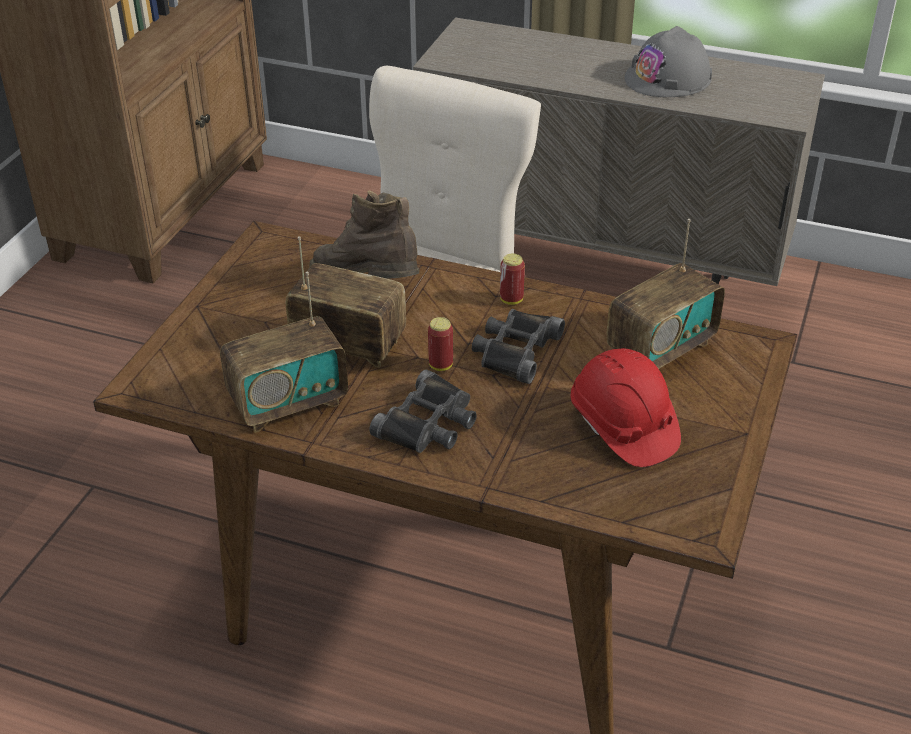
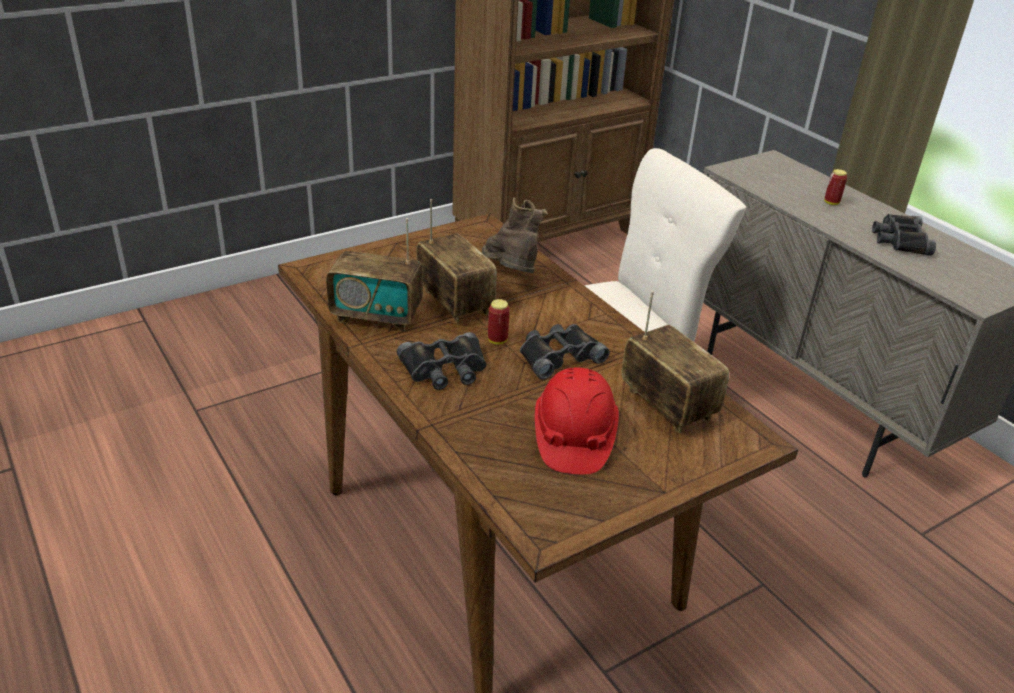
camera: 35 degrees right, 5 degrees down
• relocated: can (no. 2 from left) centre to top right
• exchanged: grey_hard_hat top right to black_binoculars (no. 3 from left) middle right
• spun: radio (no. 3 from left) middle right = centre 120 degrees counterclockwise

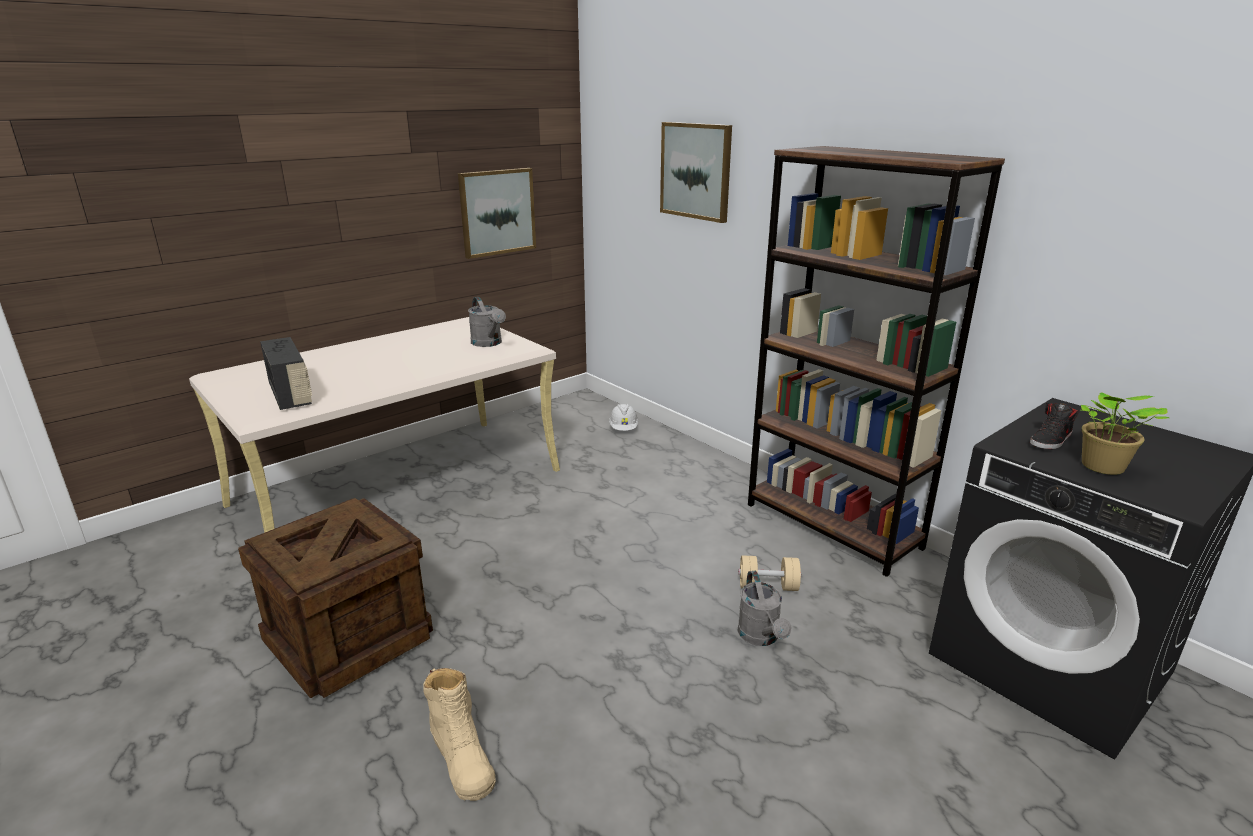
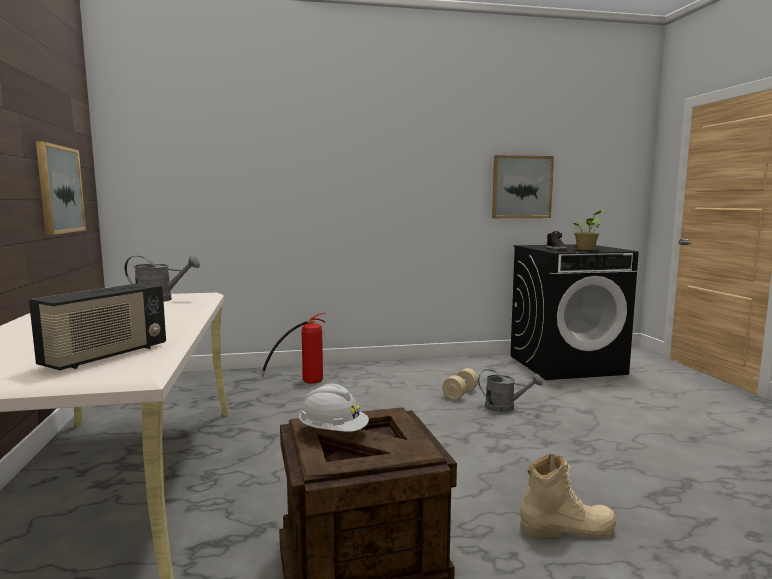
camera: 60 degrees left, 15 degrees down
• missing: brown_bookcase middle right
• appeared: fire_extinguisher centre
• relocated: white_hard_hat centre to bottom centre
• relocated: picture (no. 2 from left) top centre to top right
• spun: radio middle left = middle left 120 degrees clockwise

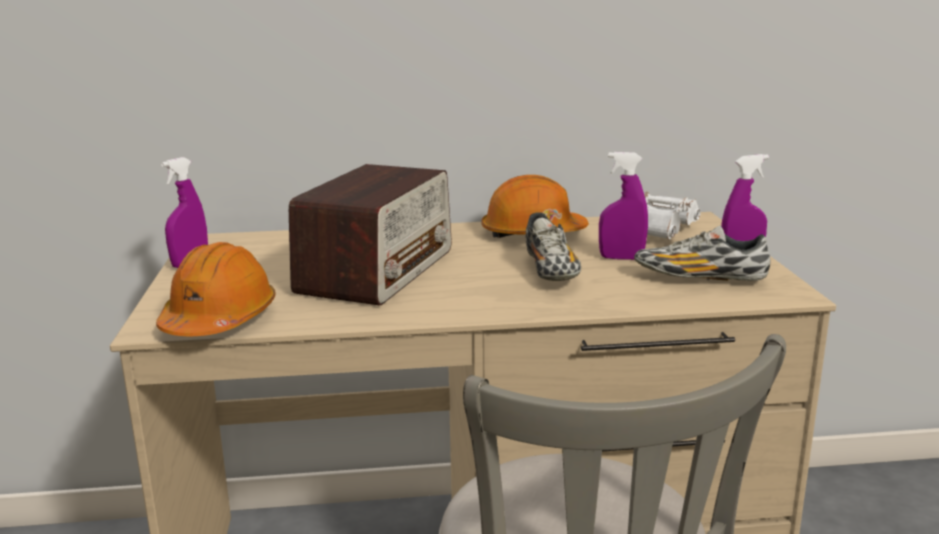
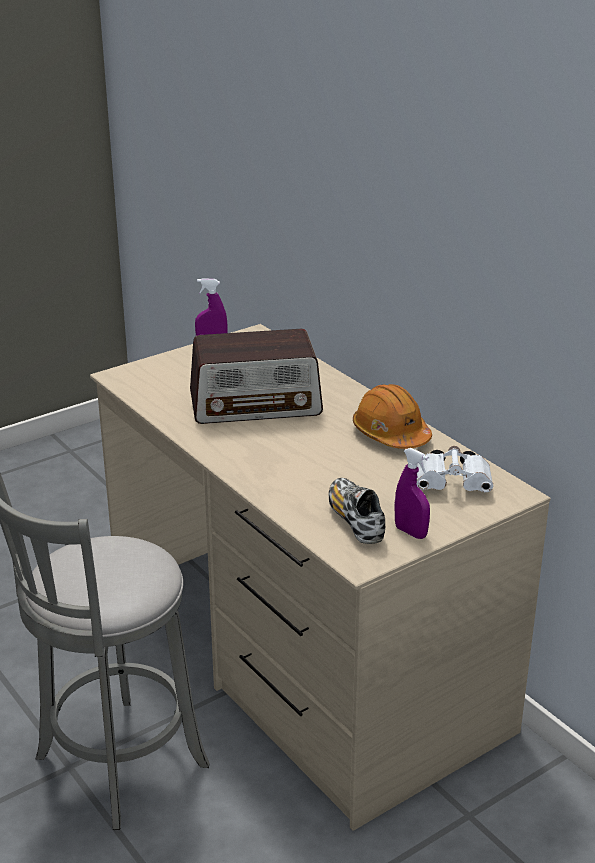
camera: 60 degrees right, 10 degrees up
• missing: orange_hard_hat (no. 1 from left) middle left
• missing: shoe (no. 1 from left) centre
• missing: purple_spray_bottle (no. 2 from left) centre

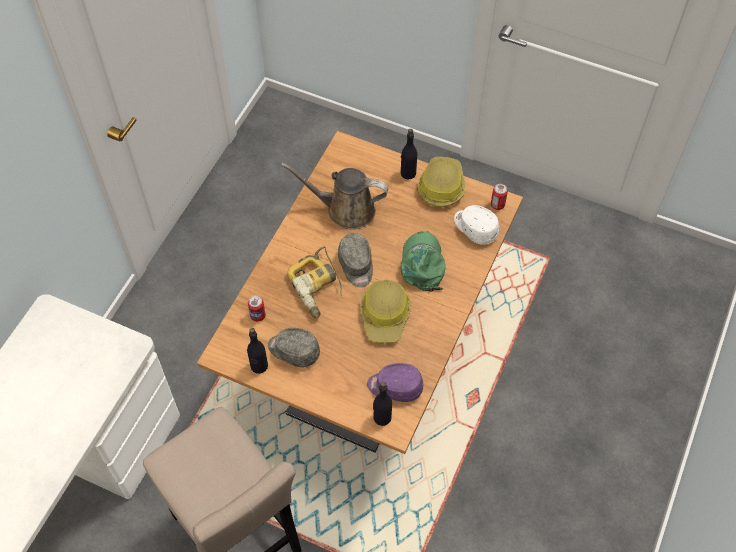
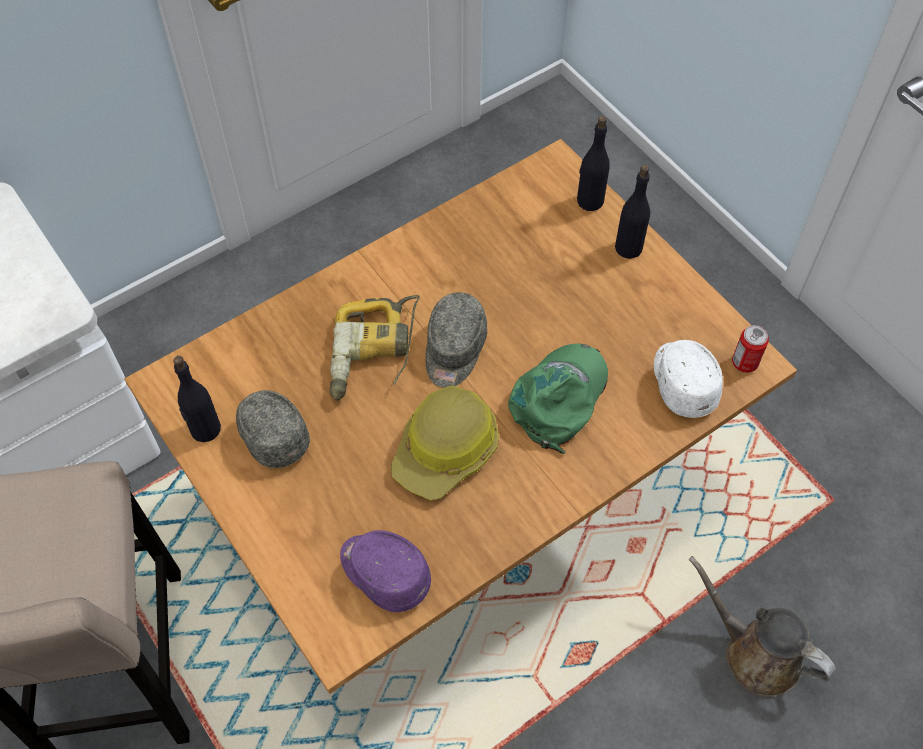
camera: 30 degrees right, 0 degrees up
• missing: can (no. 1 from left) centre
• missing: hard_hat (no. 2 from left) top centre
• relocated: brown_watering_can centre to bottom right
• relocated: black_bottle (no. 2 from left) bottom centre to top centre

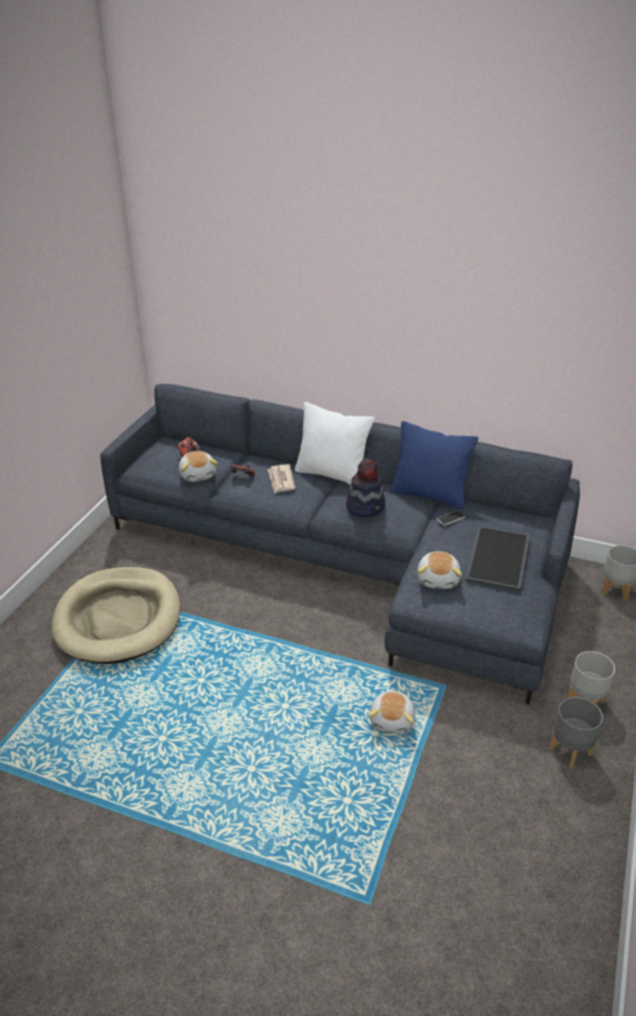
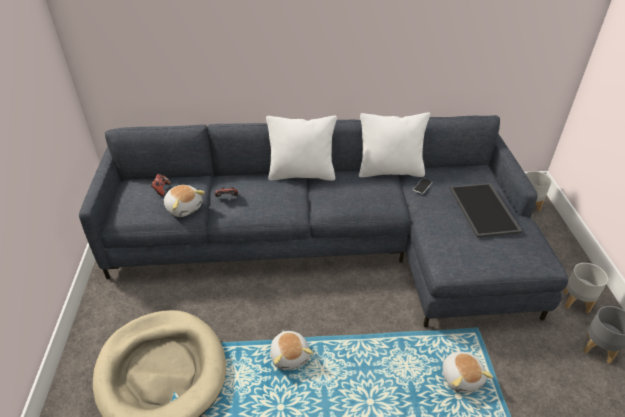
camera: 25 degrees left, 5 degrees up
• missing: newspaper centre
• missing: hat centre
• relocated: plush_toy (no. 3 from left in the first image) middle right to plush_toy (no. 2 from left) bottom centre
• colour: blue_pillow middle right to white_pillow (no. 2 from left) centre

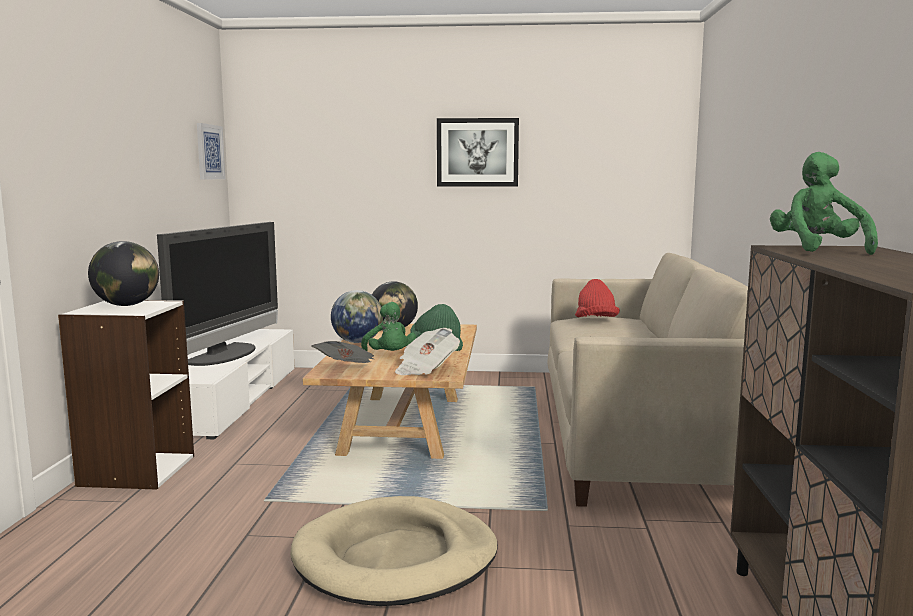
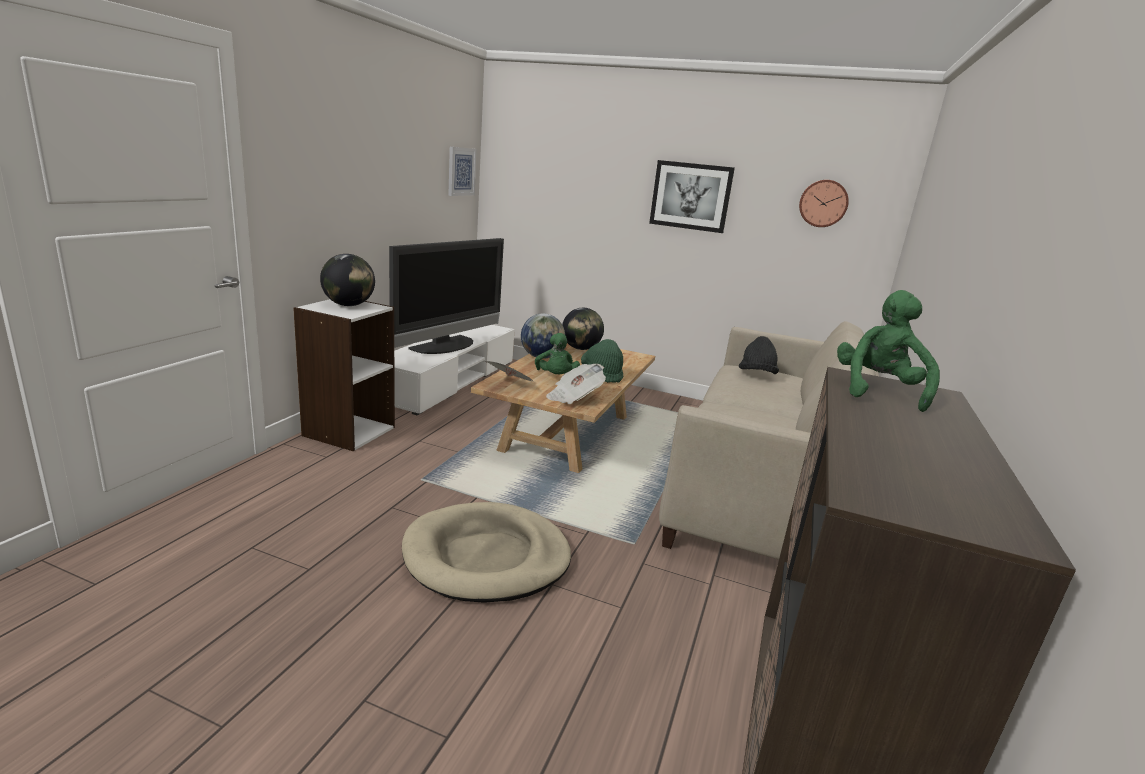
camera: 15 degrees right, 10 degrees up
• appeared: wall_clock top right
• colour: red_hat centre to black_hat centre

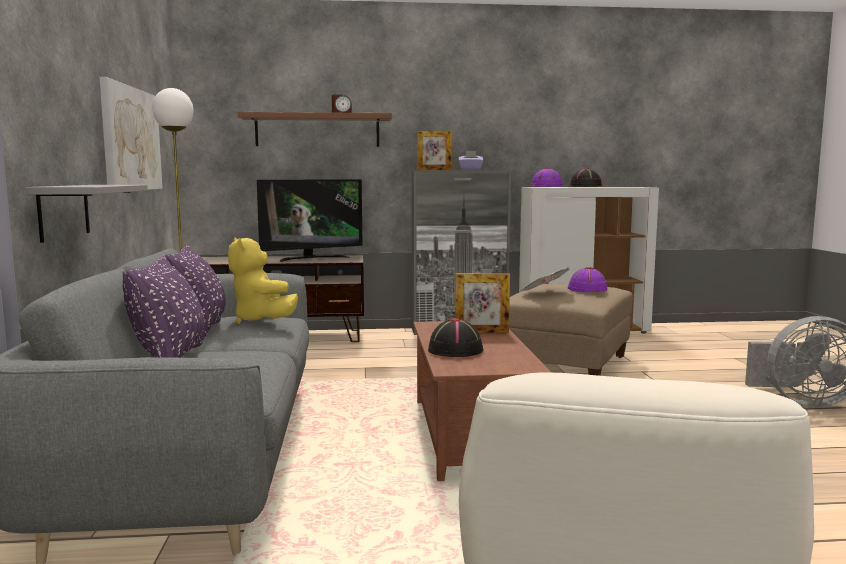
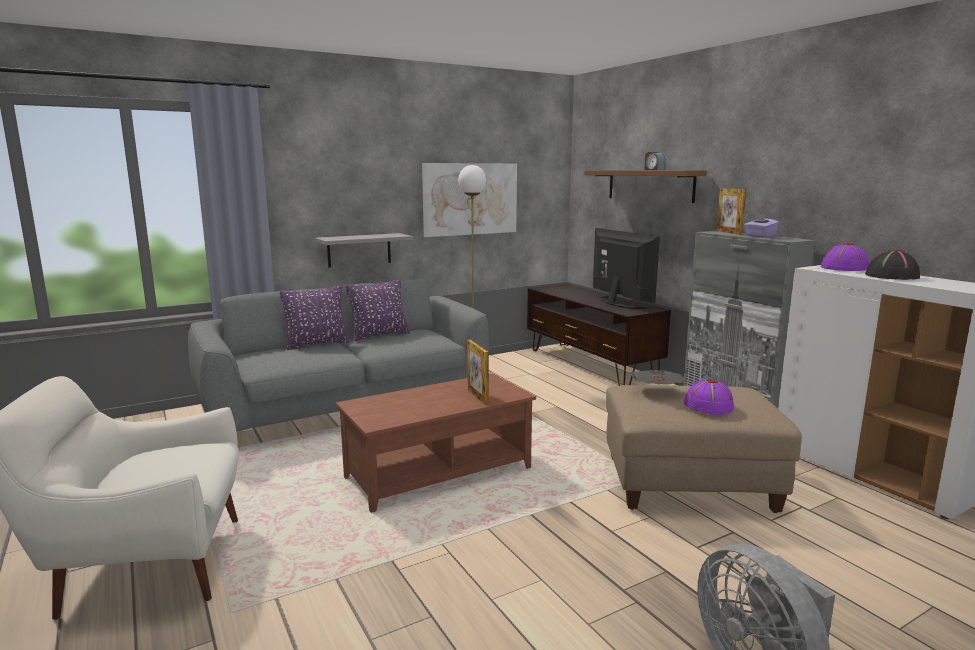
camera: 65 degrees right, 5 degrees up
• missing: yellow_plush_toy middle left
• missing: black_hat (no. 1 from left) centre
• spun: television centre = centre 150 degrees counterclockwise

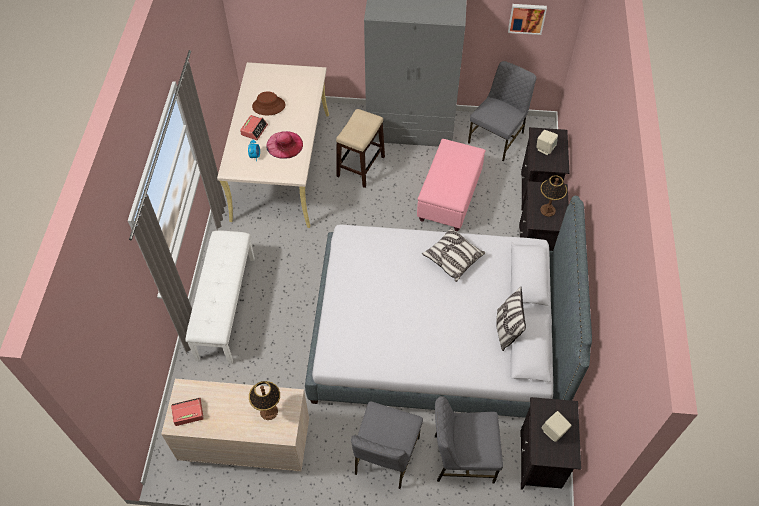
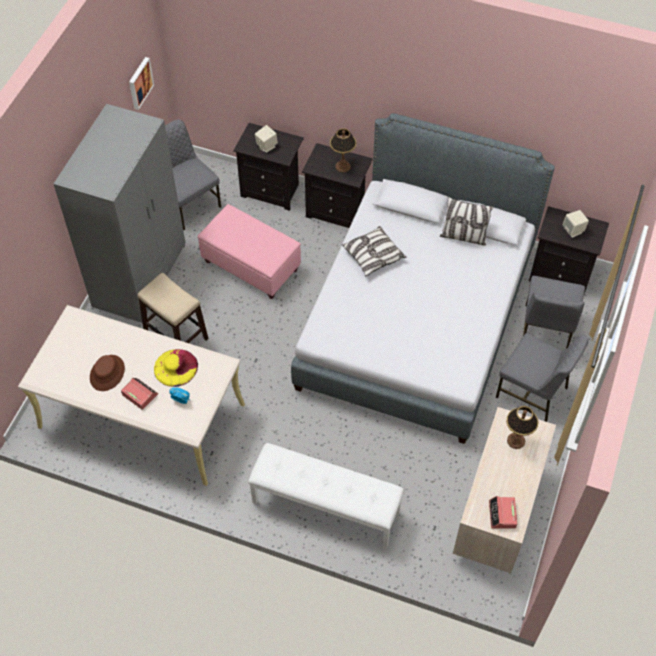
camera: 75 degrees left, 0 degrees up
• colour: pink_hat top centre to yellow_hat middle left

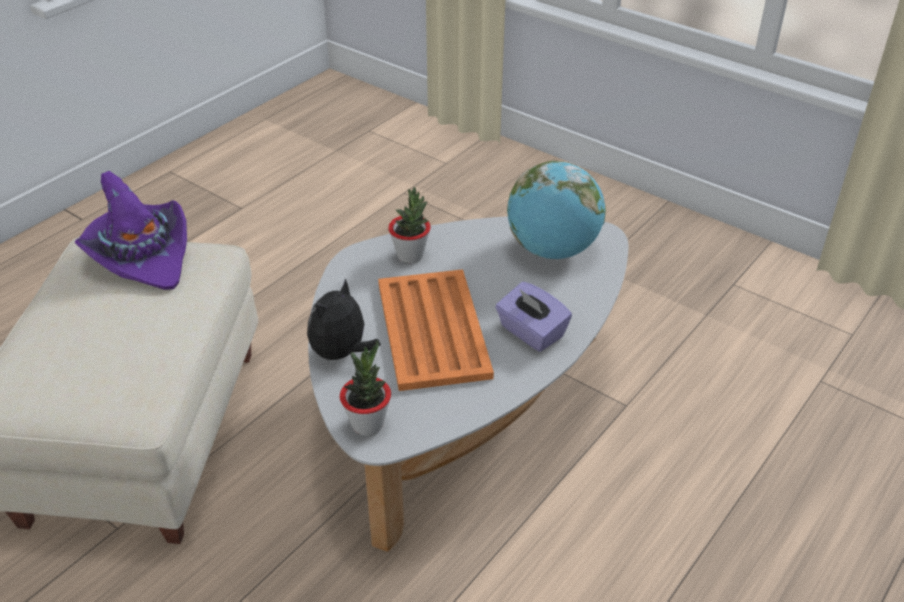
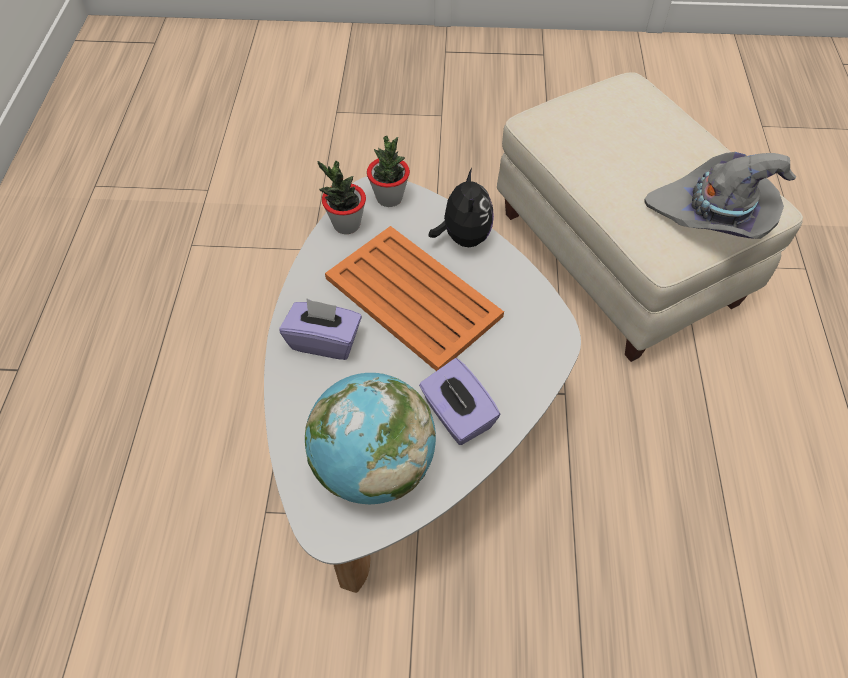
camera: 145 degrees right, 15 degrees up
• appeared: purple_tissue_box (no. 2 from left) centre
• relocated: potted_plant (no. 2 from left in the first image) centre to potted_plant (no. 1 from left) top centre
• colour: purple_hat middle left to grey_hat top right

